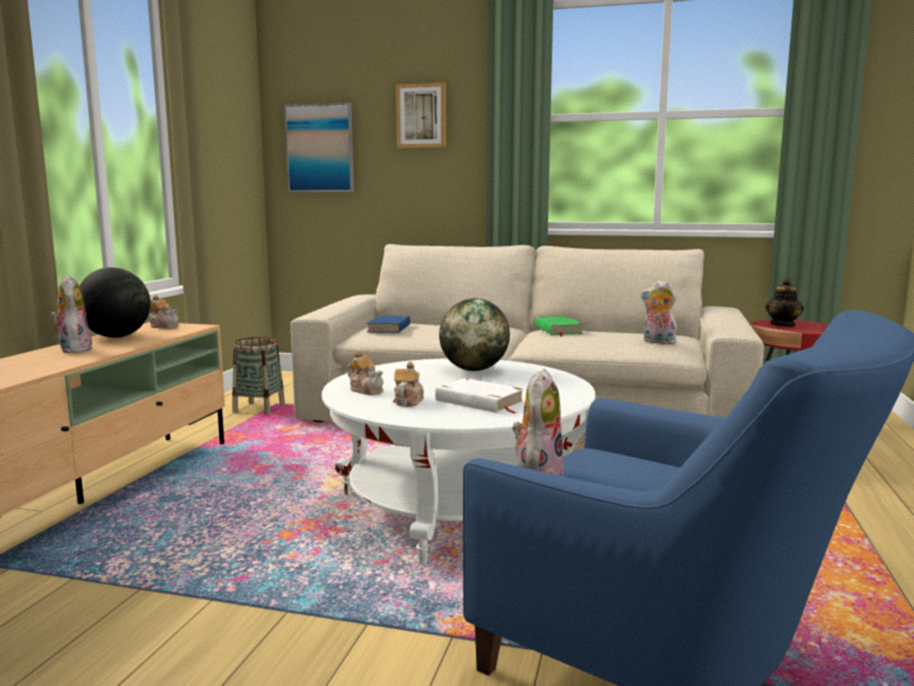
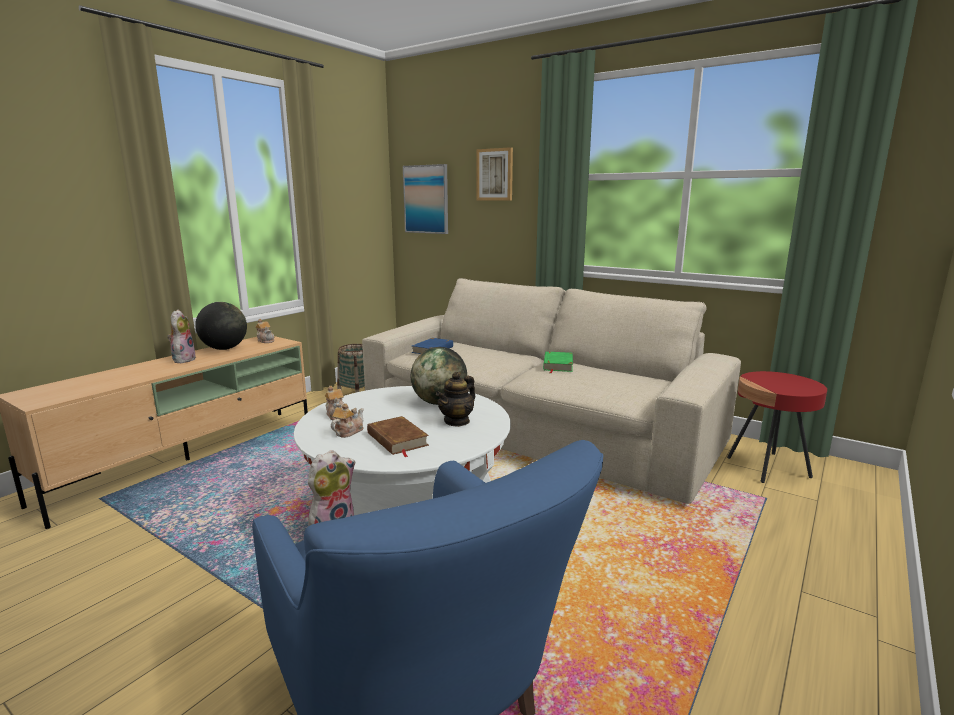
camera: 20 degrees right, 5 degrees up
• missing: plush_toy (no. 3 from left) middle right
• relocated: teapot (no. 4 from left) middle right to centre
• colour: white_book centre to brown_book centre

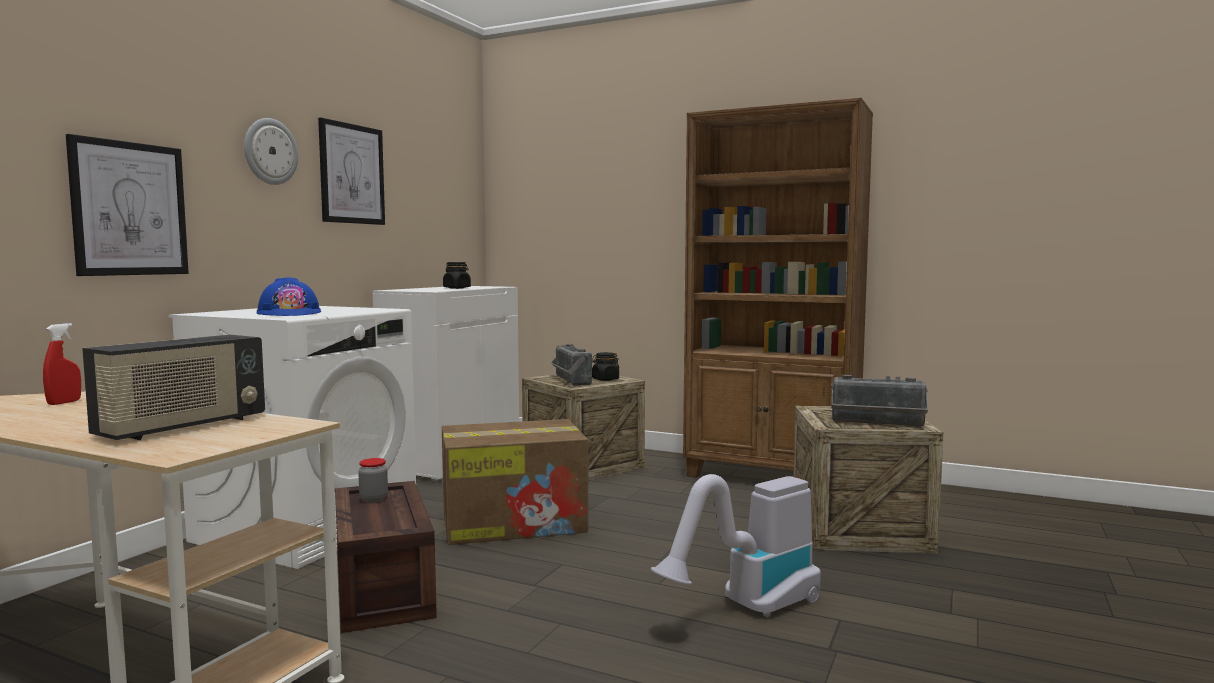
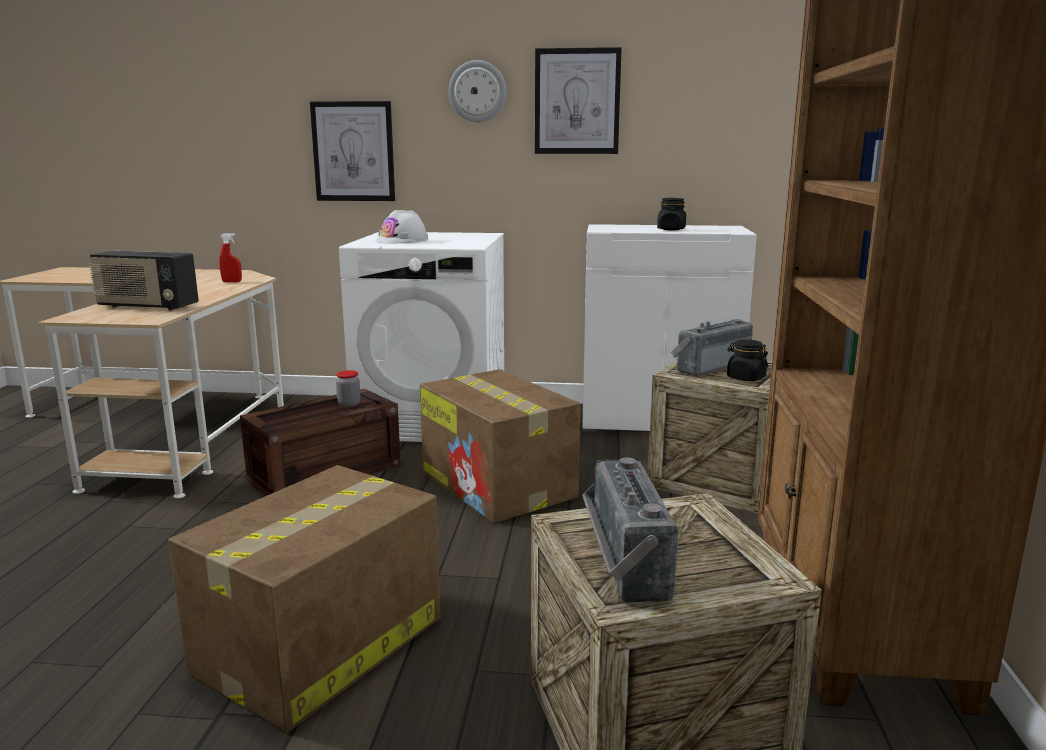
camera: 70 degrees right, 10 degrees up
• exchanged: vacuum_cleaner bottom centre to cardboard_box (no. 1 from left) bottom left
• colour: blue_hard_hat middle left to white_hard_hat top centre

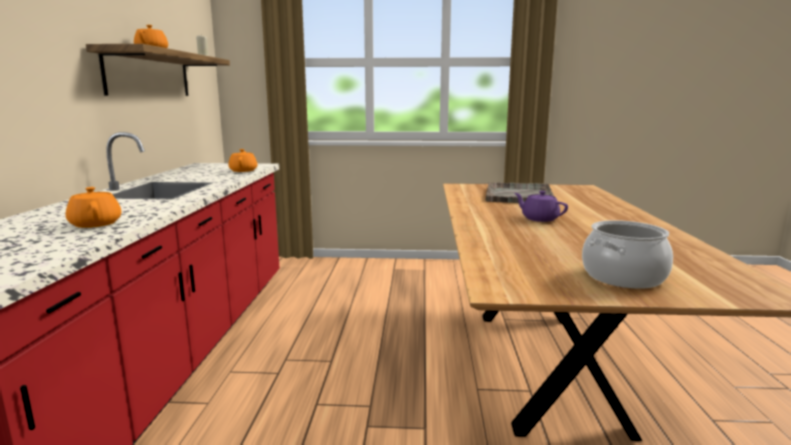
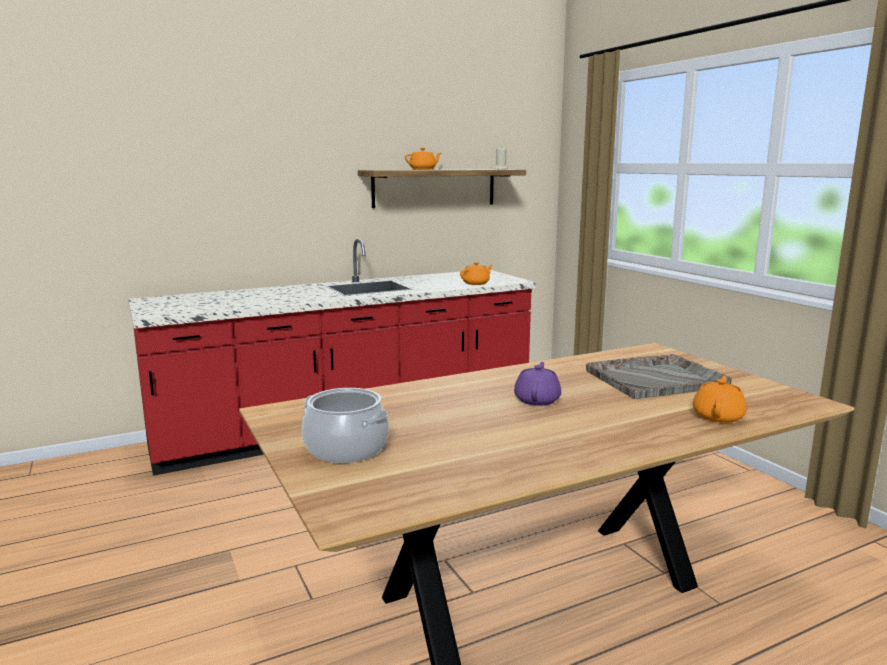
camera: 60 degrees right, 0 degrees up
• relocated: orange_teapot (no. 1 from left in the first image) middle left to orange_teapot (no. 3 from left) middle right

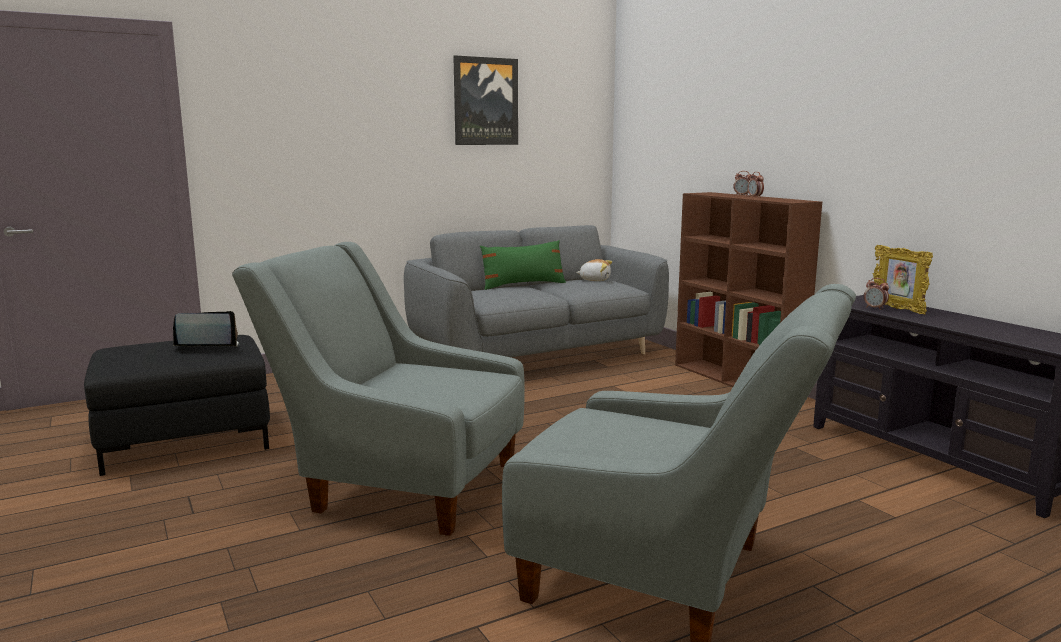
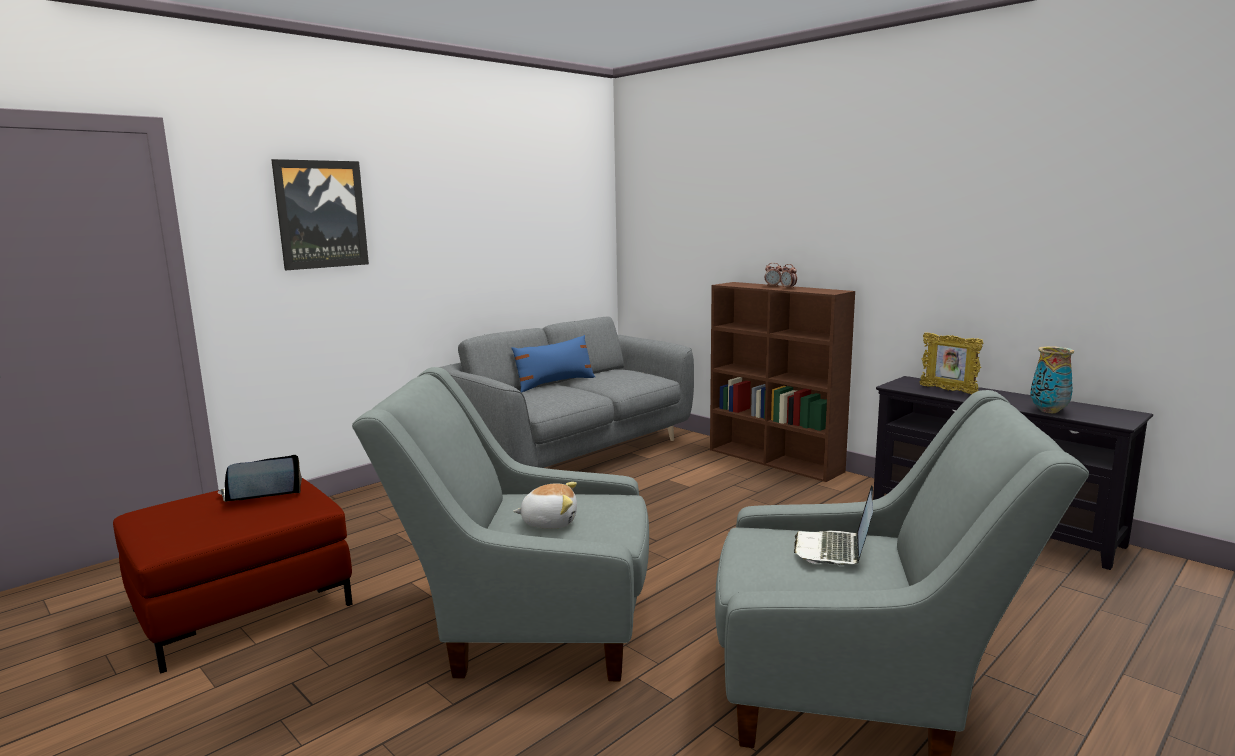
camera: 15 degrees left, 0 degrees up
• missing: alarm_clock (no. 3 from left) middle right
• appeared: laptop (no. 2 from left) bottom right
• appeared: vase middle right
• relocated: picture top centre to top left
• relocated: plush_toy centre to bottom centre
• colour: black_ottoman middle left to red_ottoman bottom left
• colour: green_pillow centre to blue_pillow centre

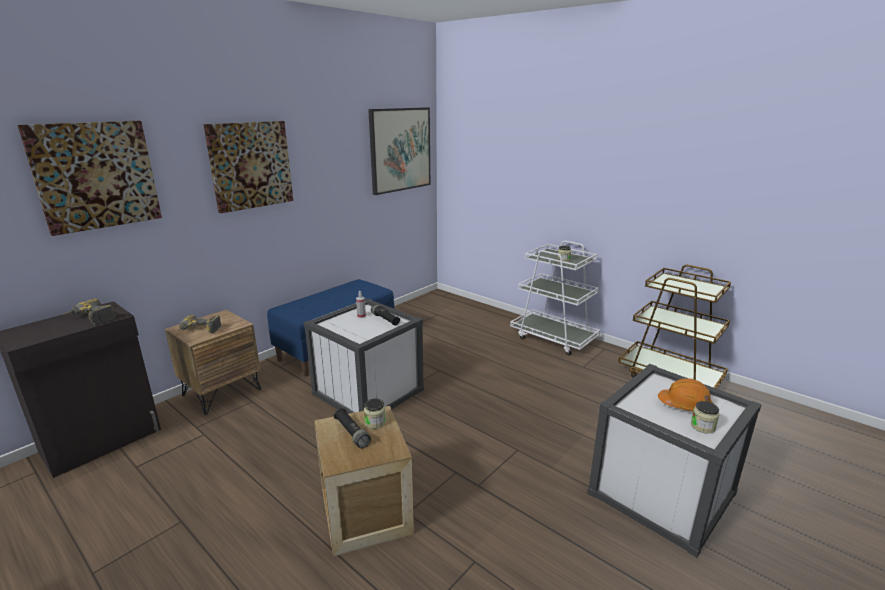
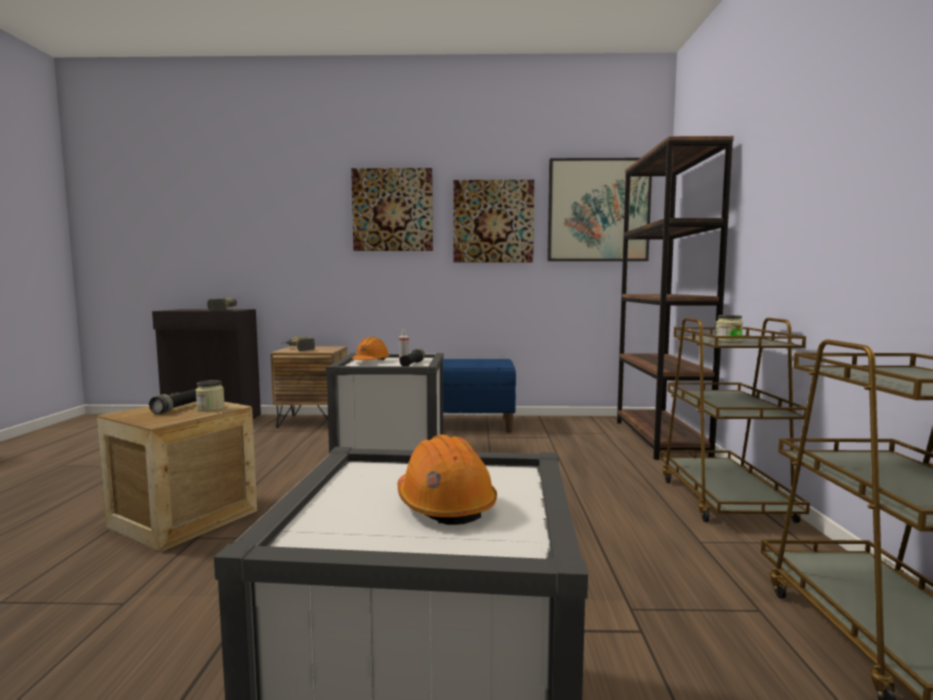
camera: 50 degrees right, 15 degrees down
• missing: jar (no. 3 from left) bottom right
• appeared: orange_hard_hat (no. 1 from left) centre
• appeared: brown_bookcase middle right
• relocated: picture (no. 1 from left in the first image) top left to picture (no. 2 from left) top centre
• colour: white_cart centre to brown_cart (no. 1 from left) middle right

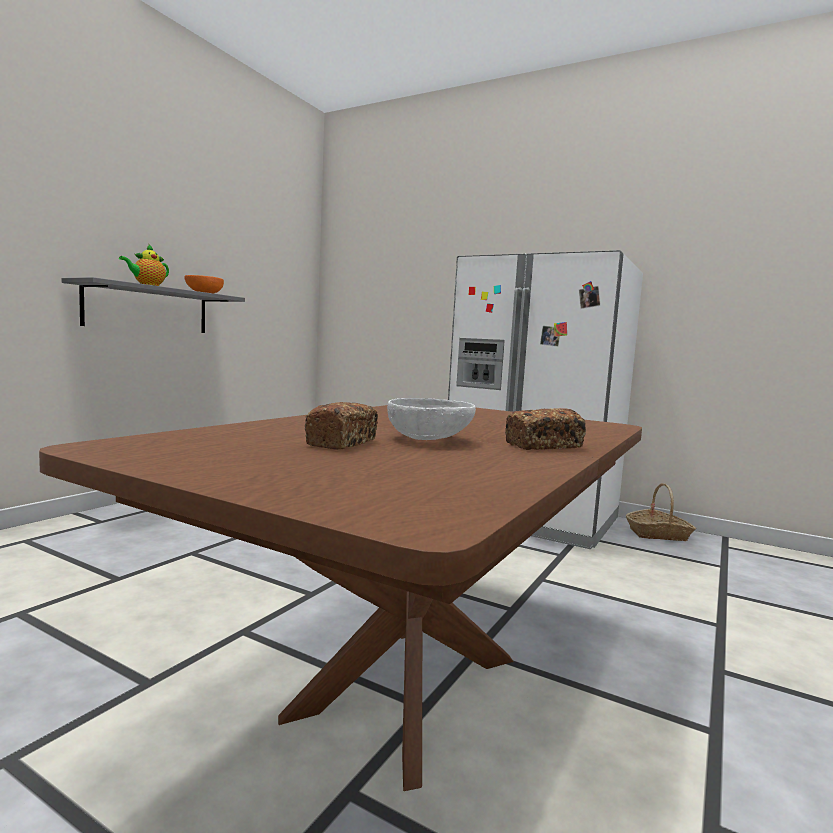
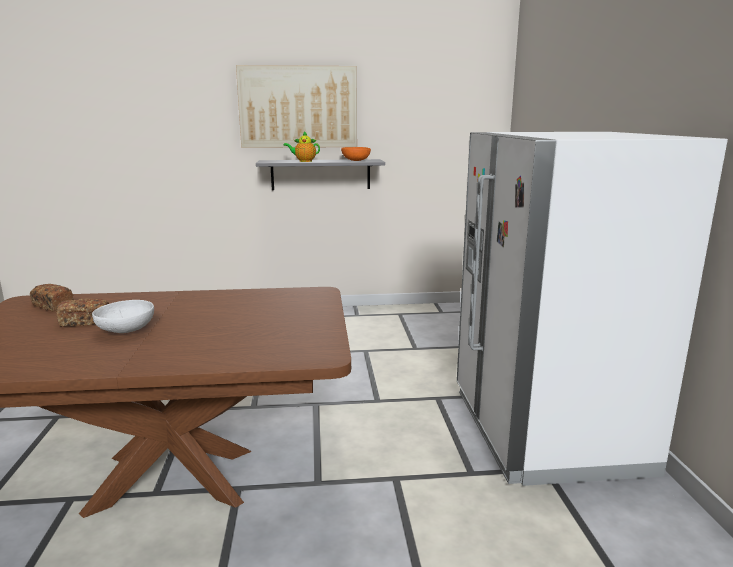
camera: 55 degrees right, 10 degrees up
• missing: basket middle right
• appeared: picture top centre
• relocated: bread (no. 2 from left in the first image) centre to bread (no. 1 from left) middle left

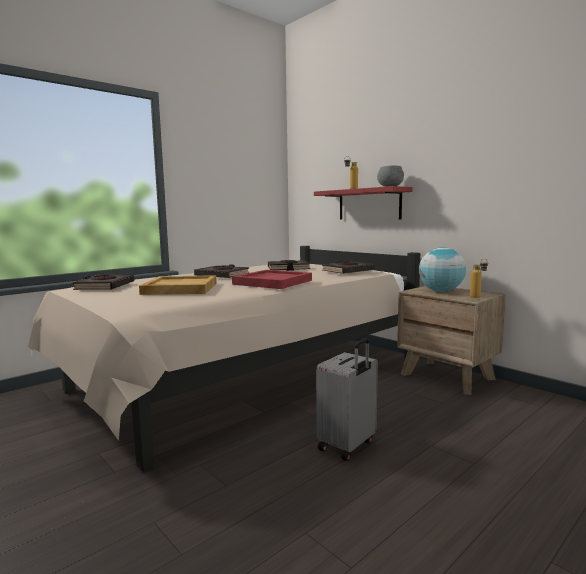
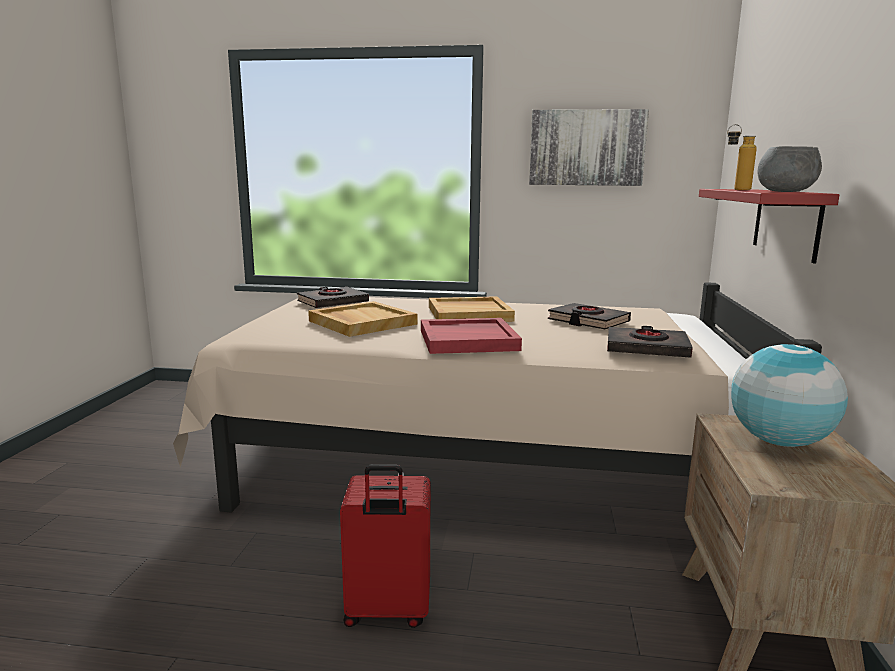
camera: 50 degrees right, 5 degrees up
• missing: bottle (no. 2 from left) middle right
• appeared: picture top centre
• exchanged: black_book (no. 2 from left) centre to beige_tray (no. 2 from left) centre
• colour: grey_suitcase bottom centre to red_suitcase bottom centre

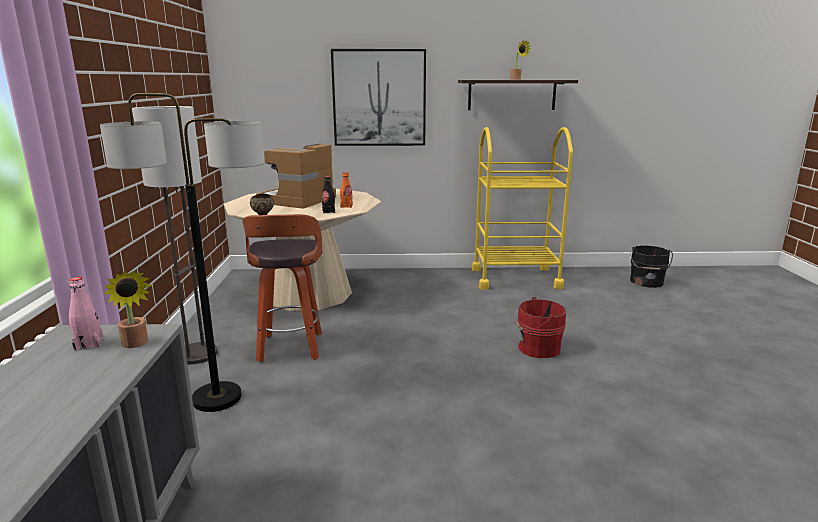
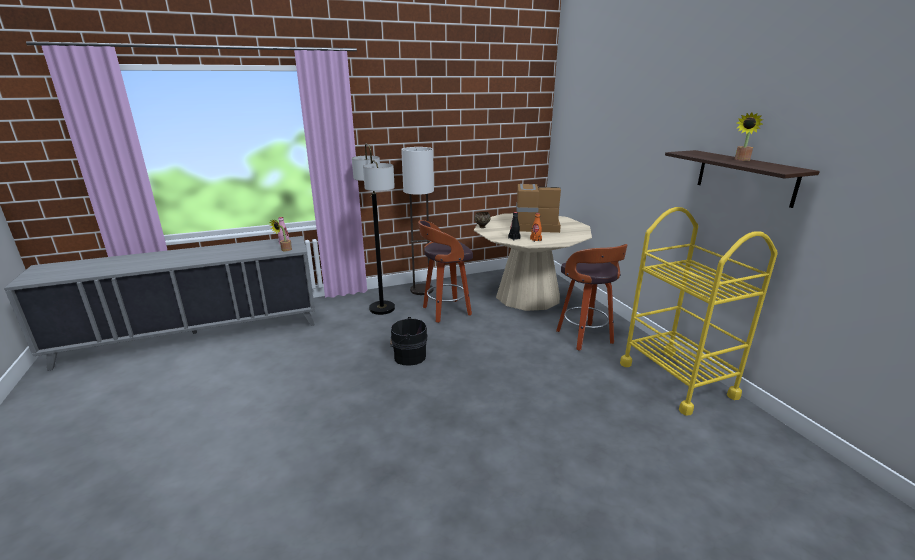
camera: 70 degrees right, 5 degrees up
• missing: picture top centre
• missing: red_bucket centre
• appeared: stool (no. 2 from left) centre
• relocated: black_bucket middle right to centre

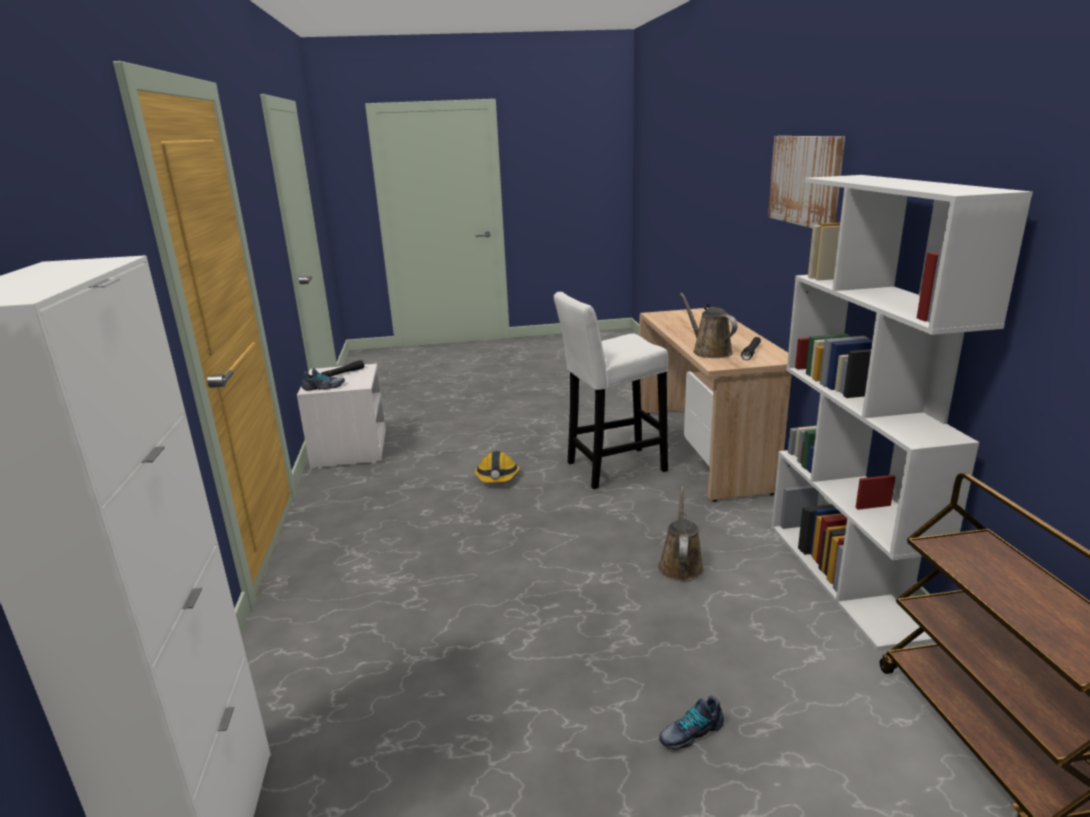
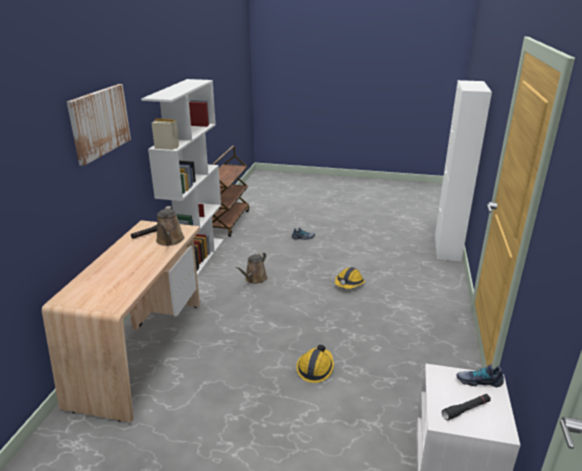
camera: 160 degrees left, 5 degrees up
• missing: white_stool centre
• appeared: hard_hat (no. 2 from left) centre

